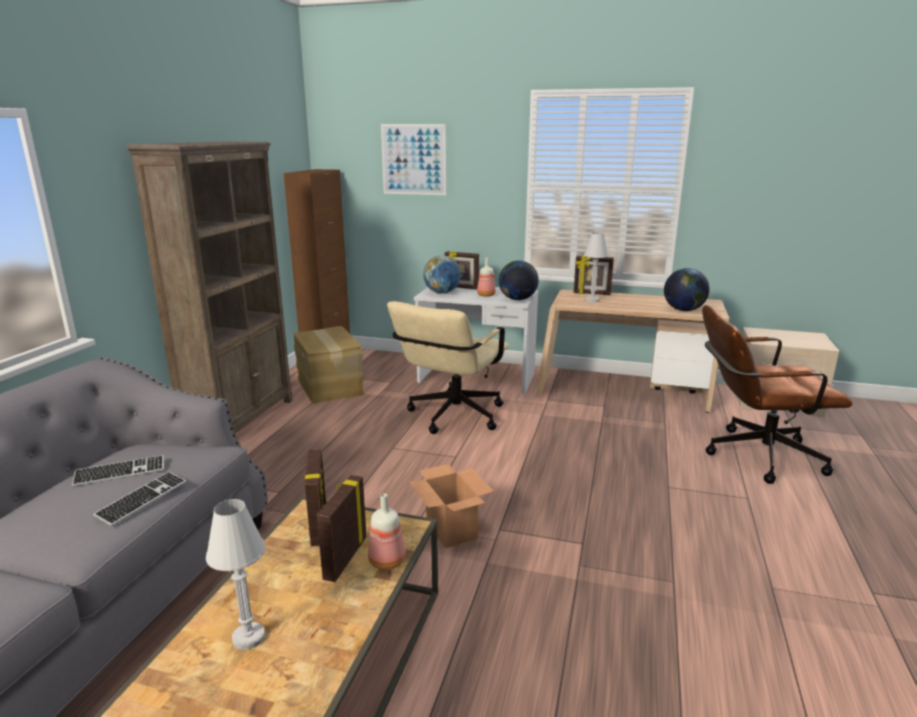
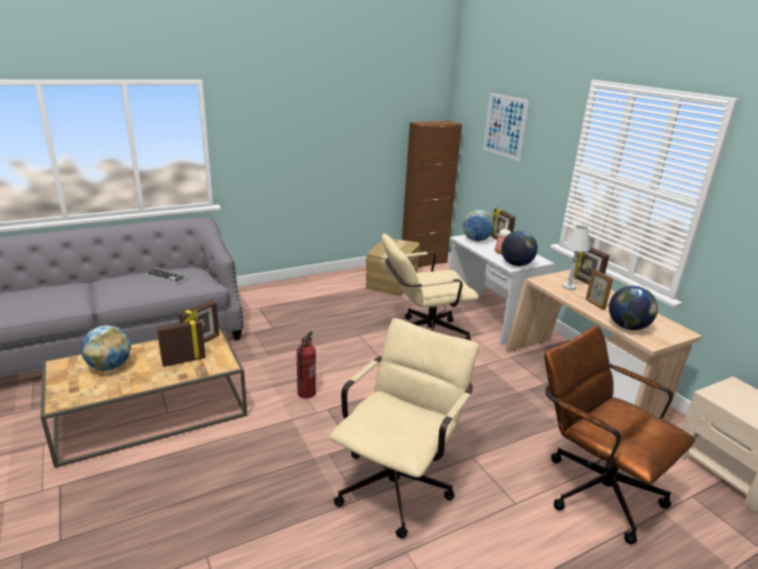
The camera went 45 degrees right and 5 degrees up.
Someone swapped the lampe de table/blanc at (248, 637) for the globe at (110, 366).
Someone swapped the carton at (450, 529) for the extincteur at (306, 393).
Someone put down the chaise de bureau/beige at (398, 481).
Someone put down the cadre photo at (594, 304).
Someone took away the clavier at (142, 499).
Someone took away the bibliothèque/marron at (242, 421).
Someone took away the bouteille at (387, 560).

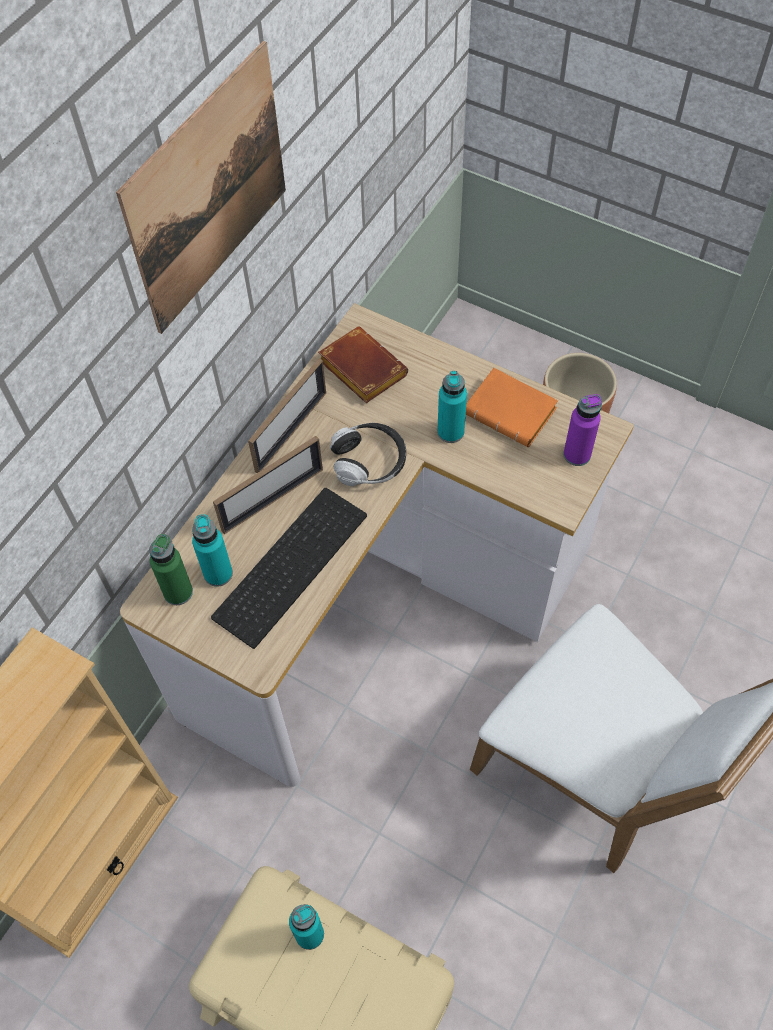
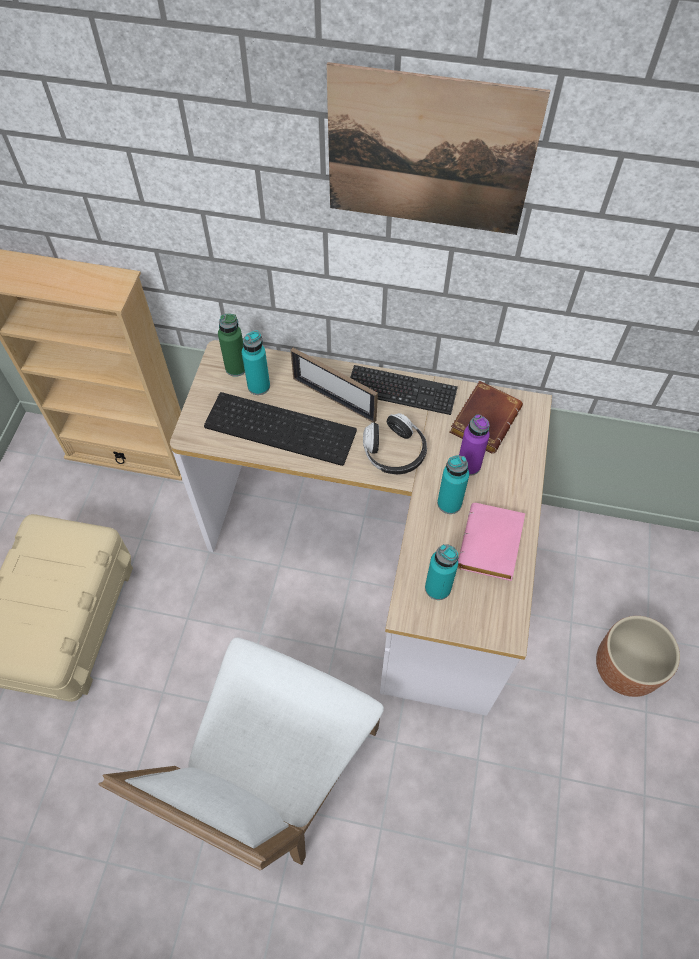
The camera went 70 degrees right and 0 degrees up.
Someone swapped the cadre photo at (291, 431) for the clavier at (401, 391).
Someone carried the bouteille/turquoise from (309, 934) to (437, 588).
Someone repainted the livre/orange at (513, 412), which became the livre/rose at (492, 547).
Someone carried the bouteille/violet from (577, 454) to (468, 465).

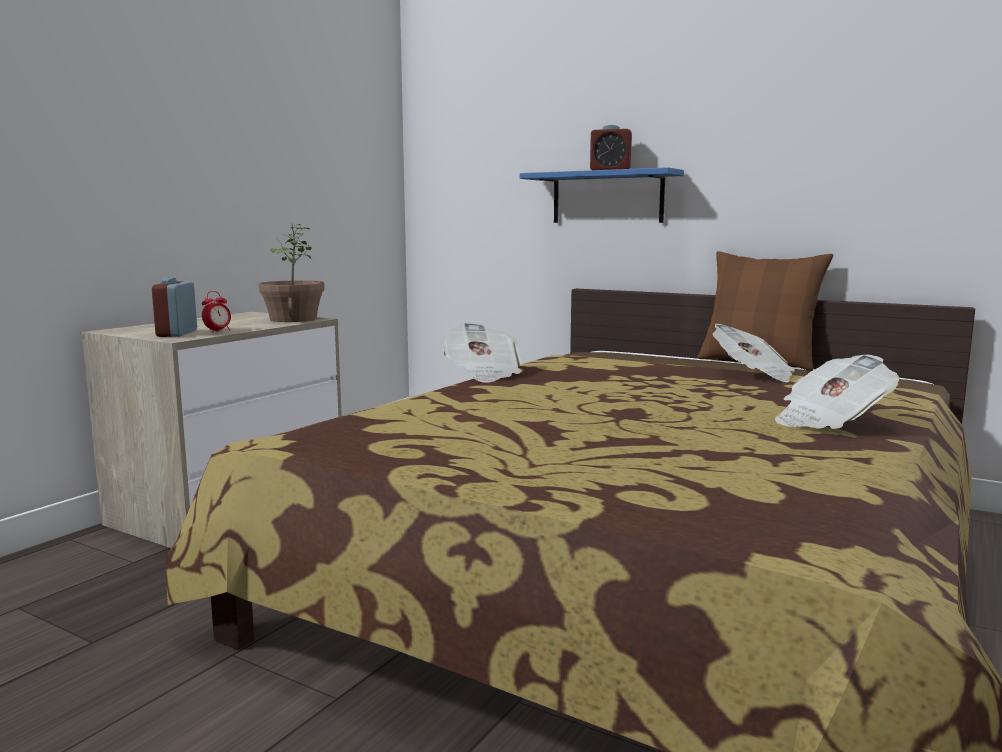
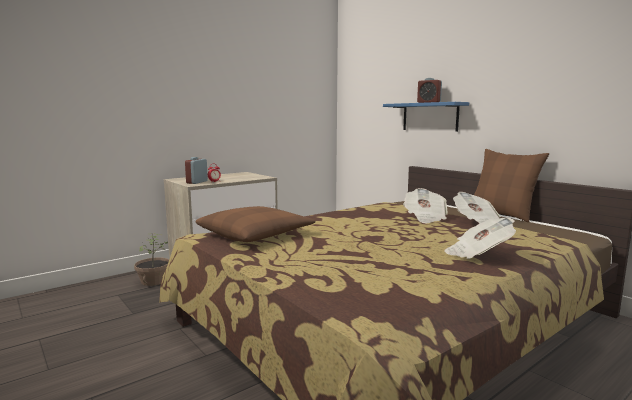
The camera went 20 degrees right and 0 degrees up.
Someone carried the plante en pot from (292, 319) to (153, 281).
Someone put down the coussin/marron at (255, 234).
Someone carried the journal from (482, 374) to (425, 218).

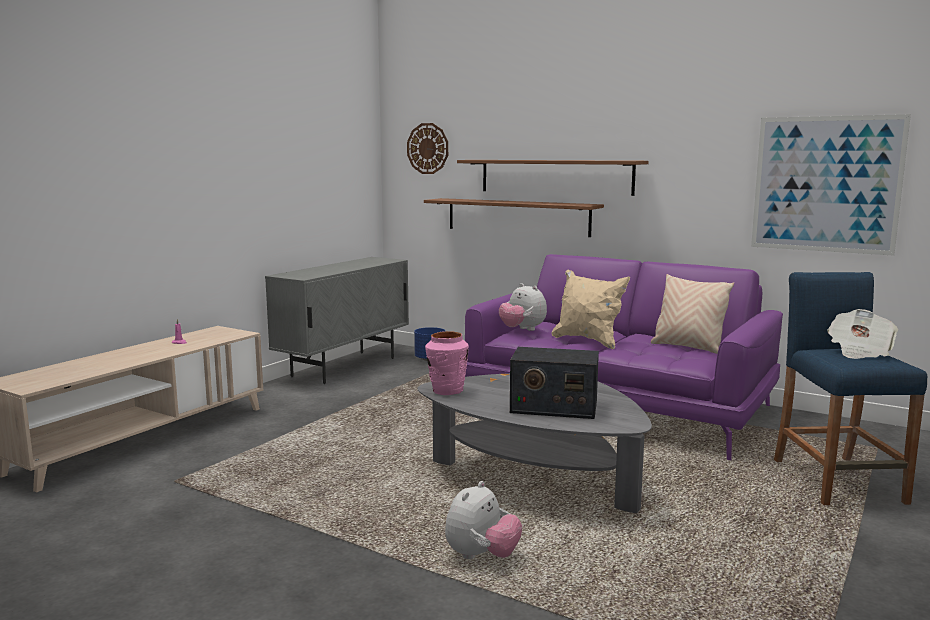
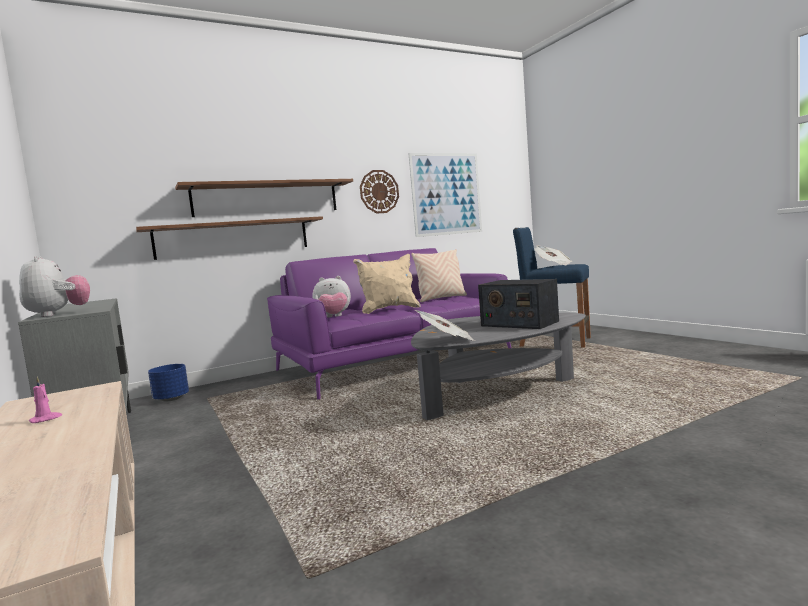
The camera went 60 degrees left and 5 degrees down.
Someone carried the peluche from (482, 556) to (58, 314).
Someone carried the horloge murale from (428, 148) to (379, 191).
Someone swapped the vase/rose at (447, 391) for the journal at (447, 341).
Someone rotated the radio at (553, 407) by 90 degrees clockwise.

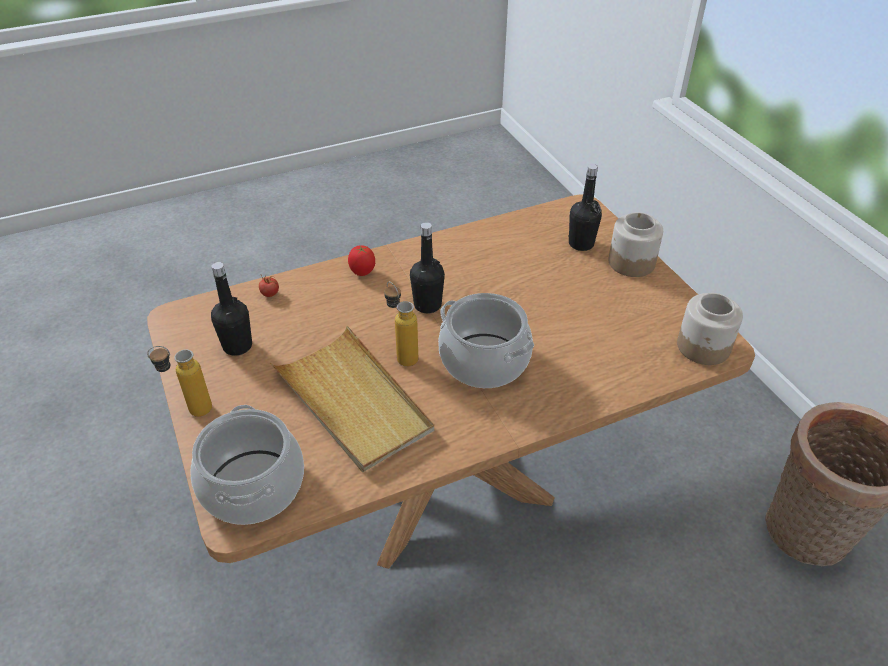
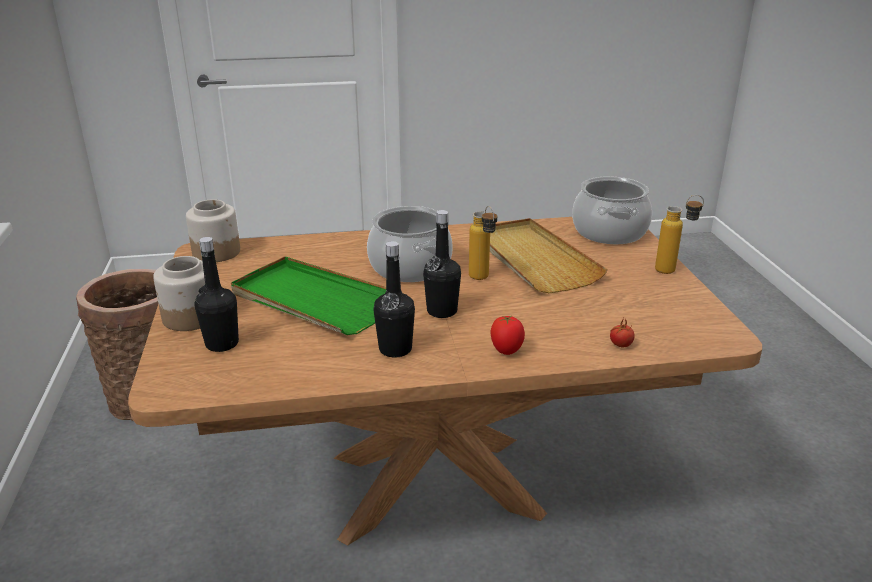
The camera went 165 degrees left and 15 degrees down.
Someone put down the plateau/vert at (313, 300).
Someone carried the bouteille/noir from (237, 346) to (395, 349).

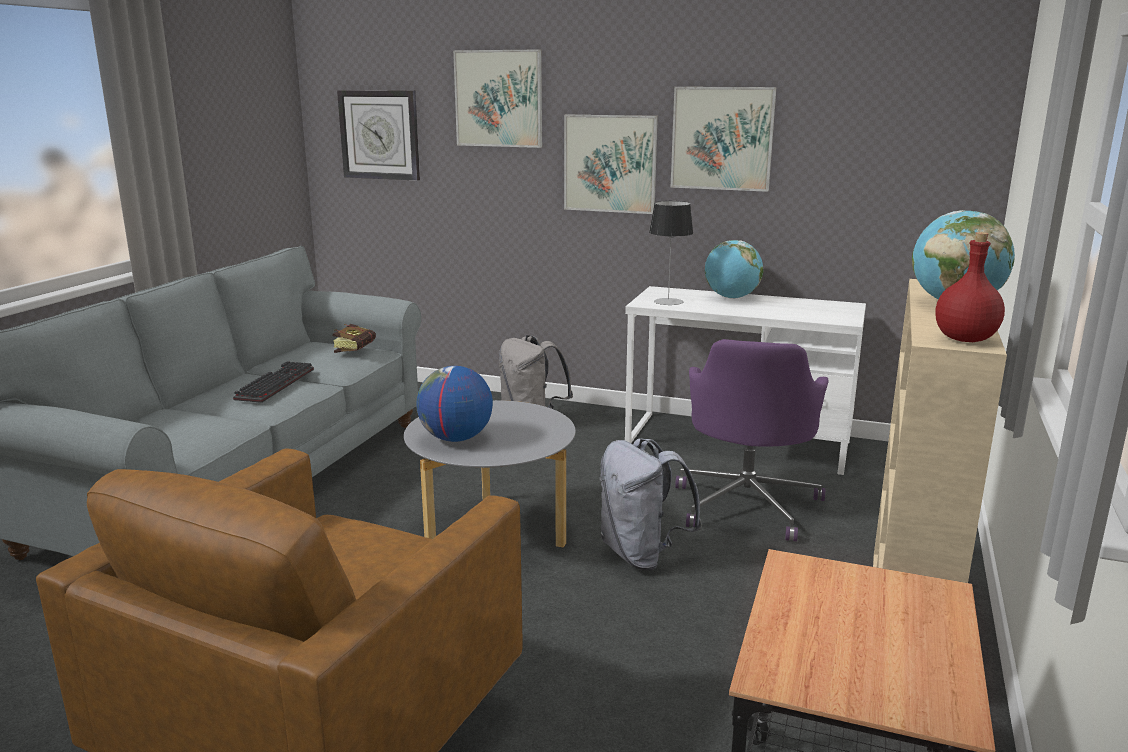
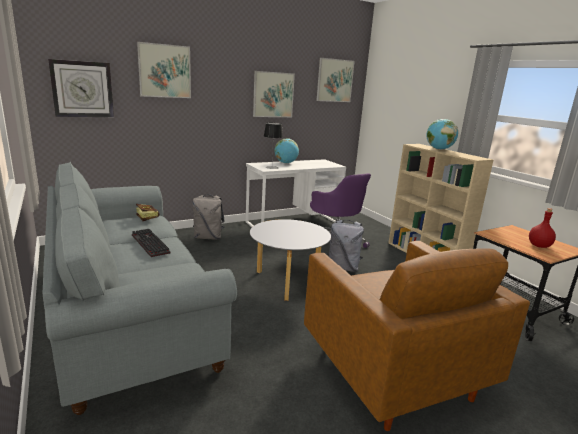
The camera went 50 degrees left and 0 degrees up.
Someone carried the tableau from (610, 163) to (334, 80).
Someone carried the bouteille/rouge from (965, 339) to (539, 246).
Someone took away the globe at (455, 438).

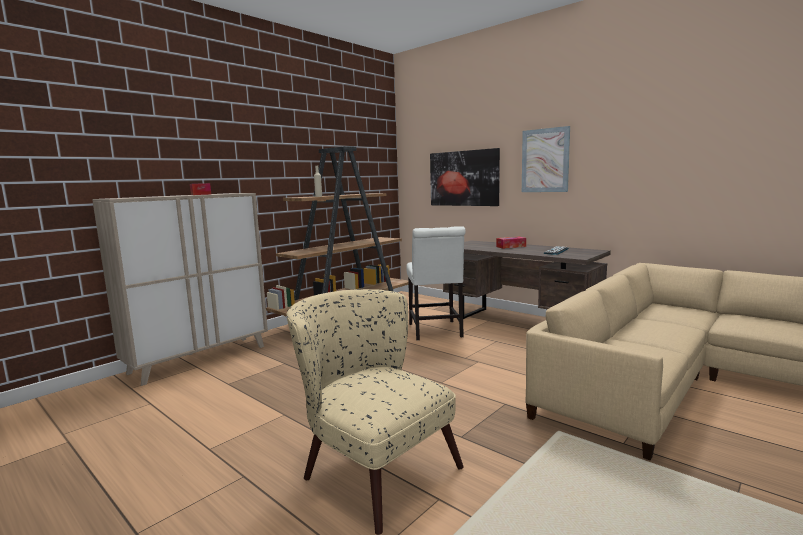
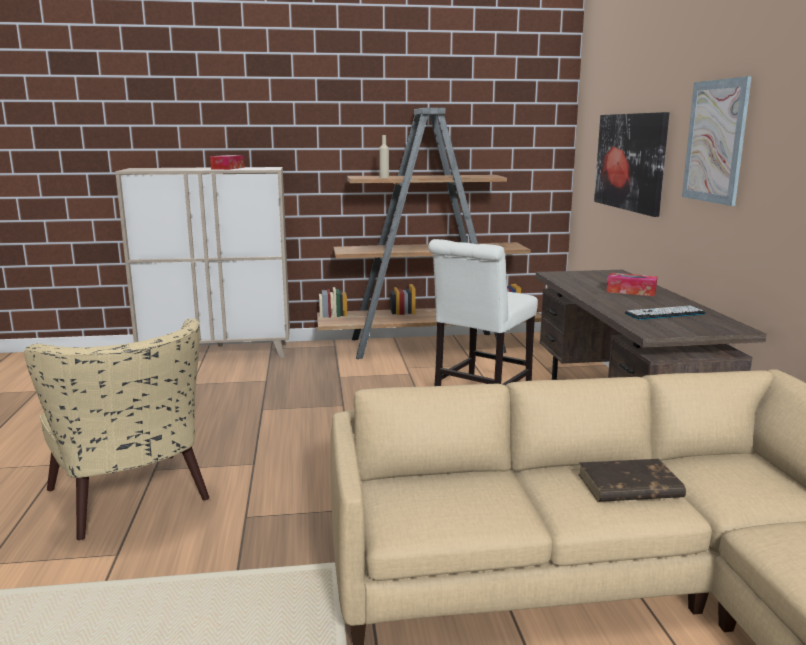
The camera went 40 degrees right and 5 degrees up.
Someone rotated the fauteuil/beige at (371, 467) by 150 degrees clockwise.
Someone put down the livre/marron at (628, 486).

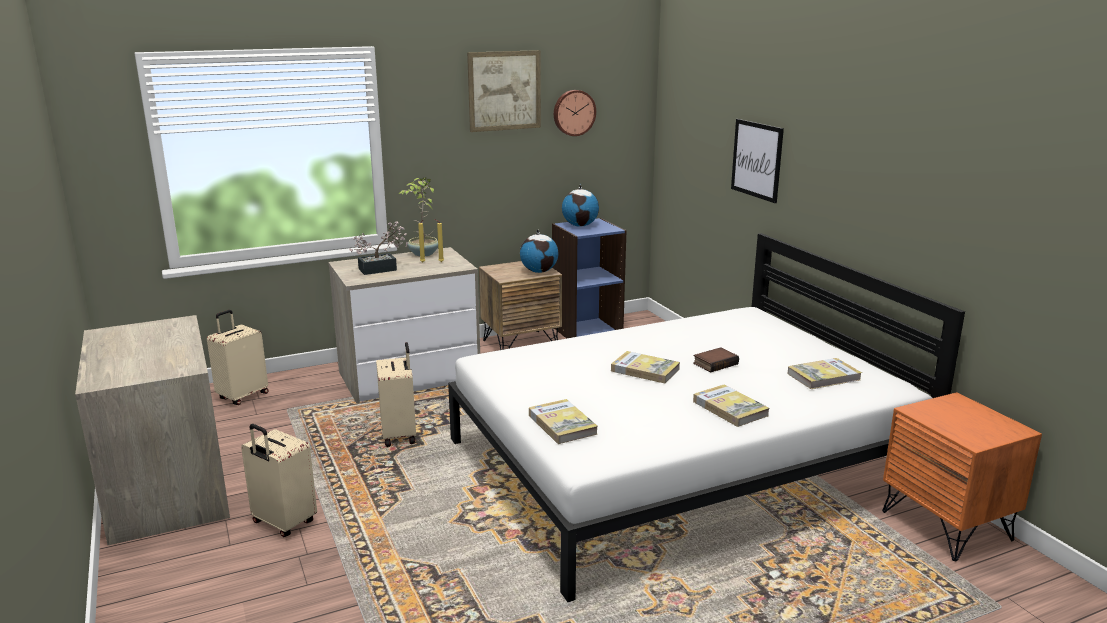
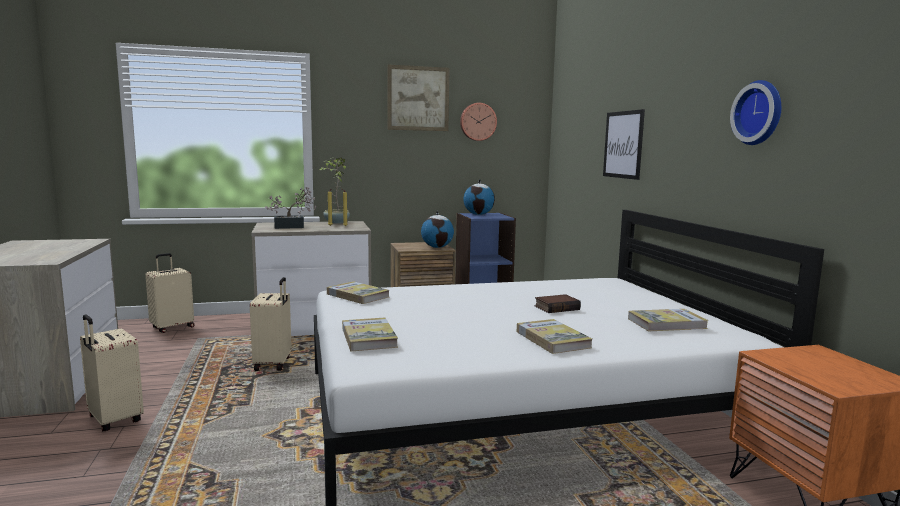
The camera went 10 degrees right and 10 degrees down.
Someone carried the livre from (645, 370) to (357, 295).
Someone put up the horloge murale at (760, 113).

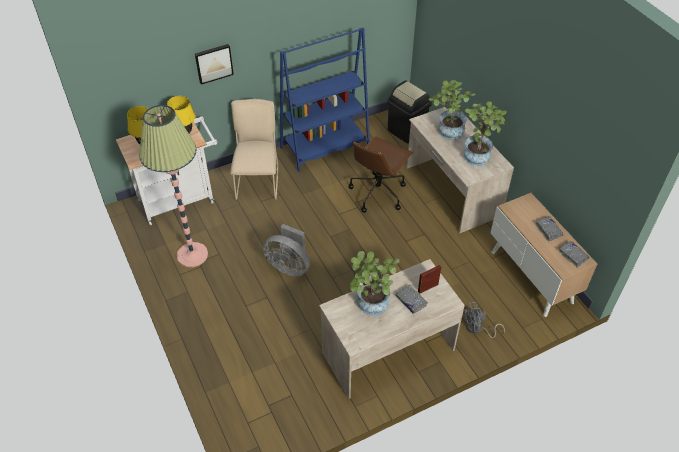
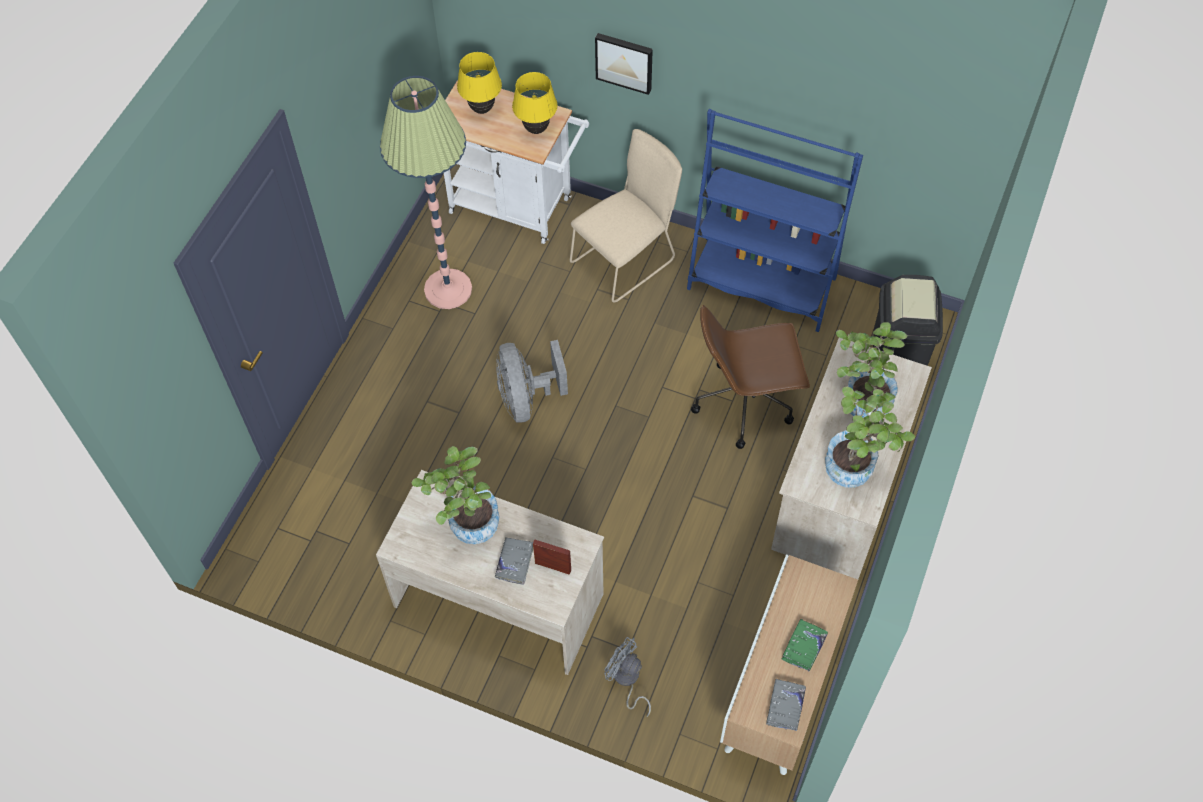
The camera went 50 degrees right and 10 degrees up.
Someone repainted the livre/gris at (548, 230), which became the livre/vert at (804, 647).

